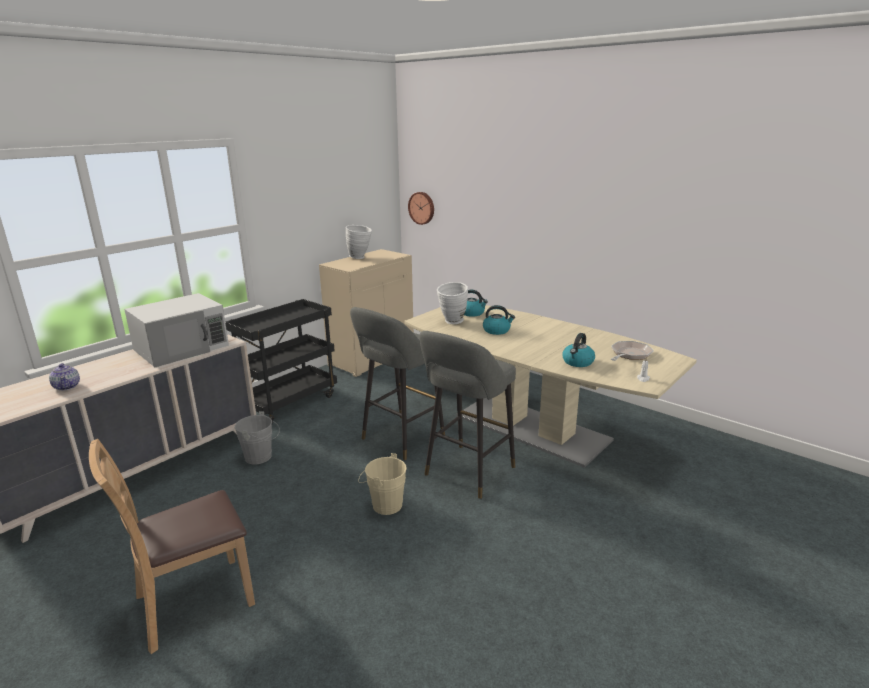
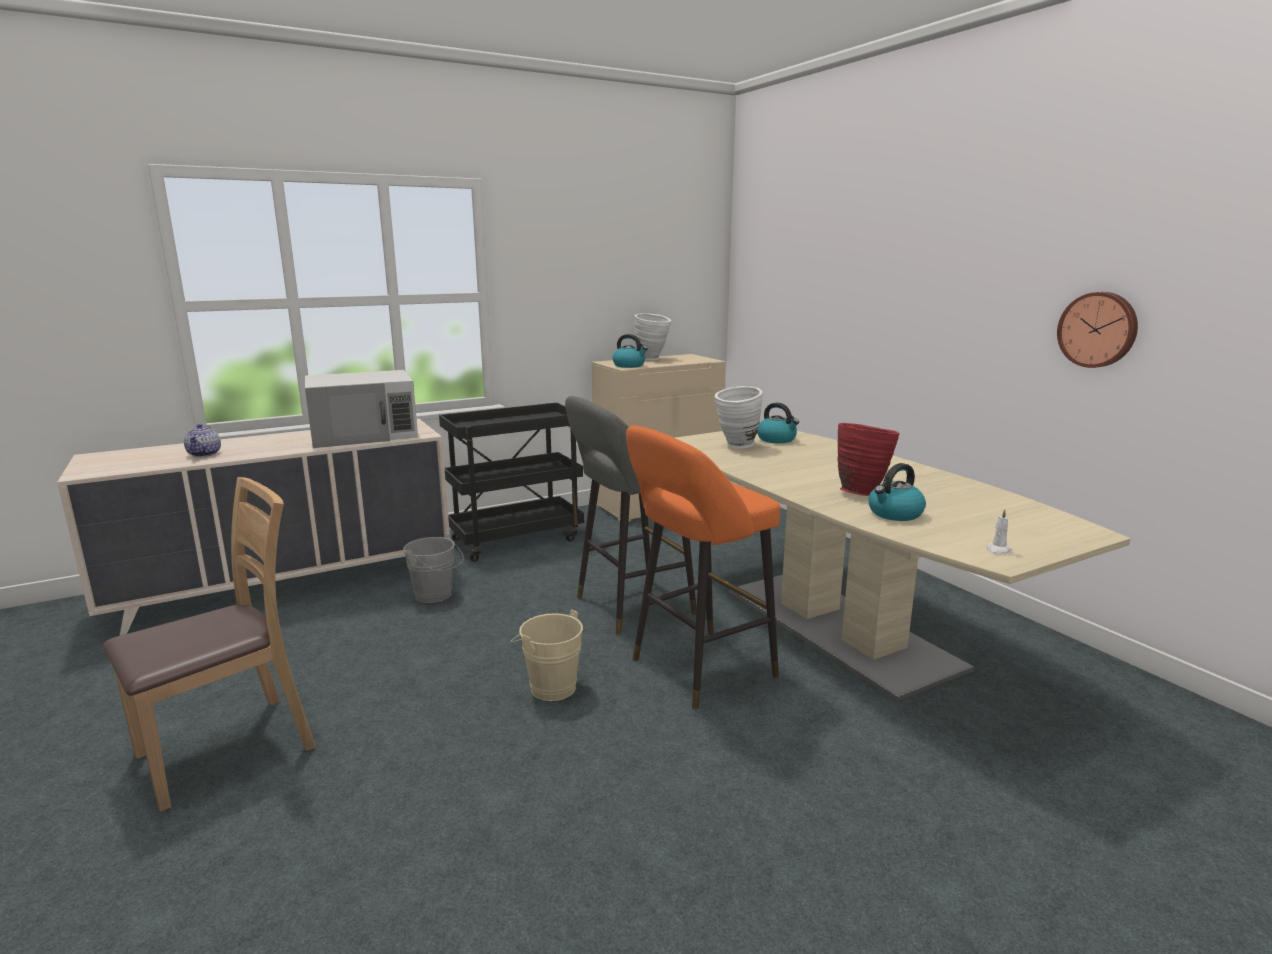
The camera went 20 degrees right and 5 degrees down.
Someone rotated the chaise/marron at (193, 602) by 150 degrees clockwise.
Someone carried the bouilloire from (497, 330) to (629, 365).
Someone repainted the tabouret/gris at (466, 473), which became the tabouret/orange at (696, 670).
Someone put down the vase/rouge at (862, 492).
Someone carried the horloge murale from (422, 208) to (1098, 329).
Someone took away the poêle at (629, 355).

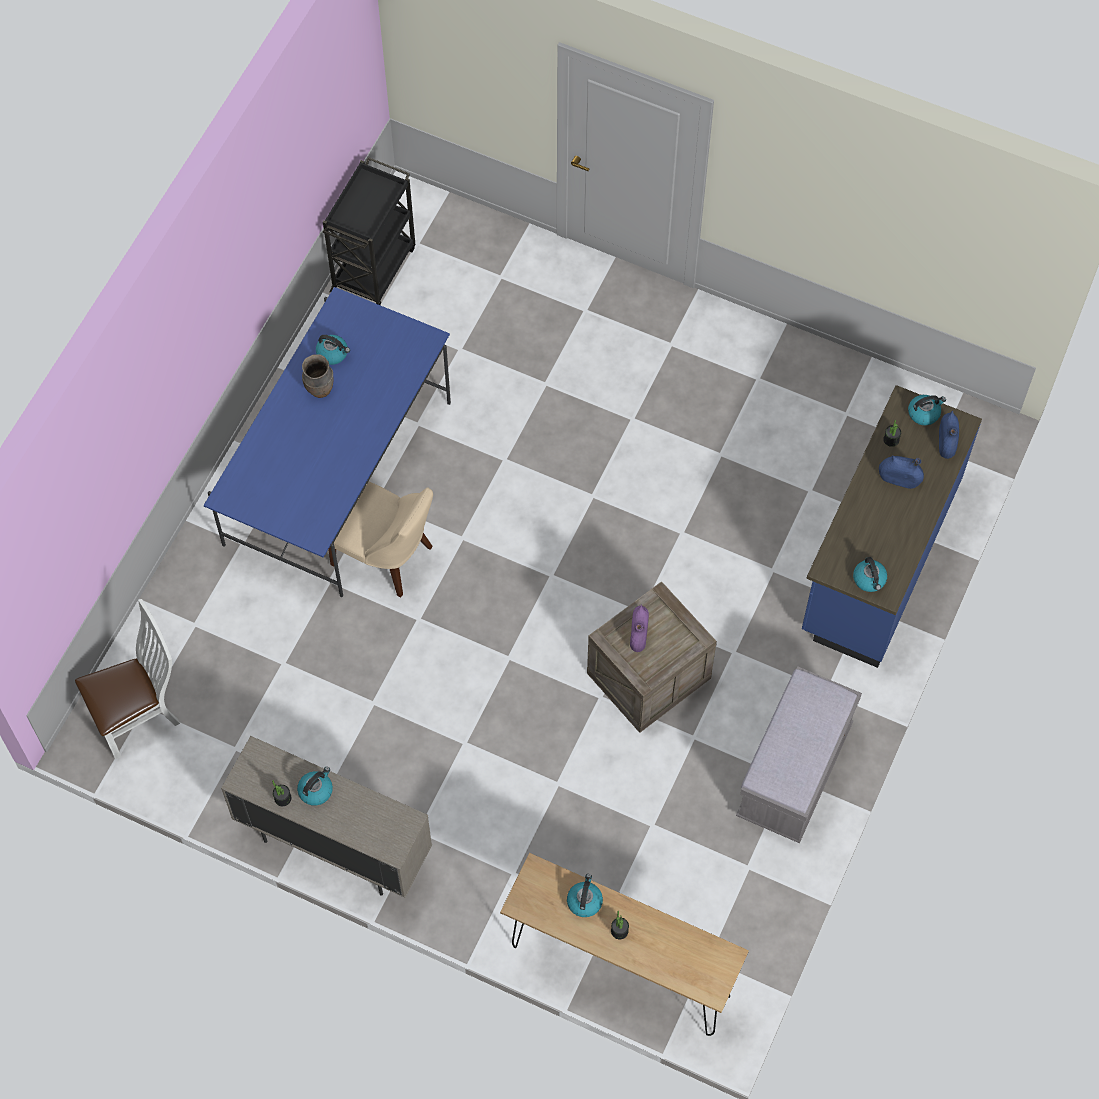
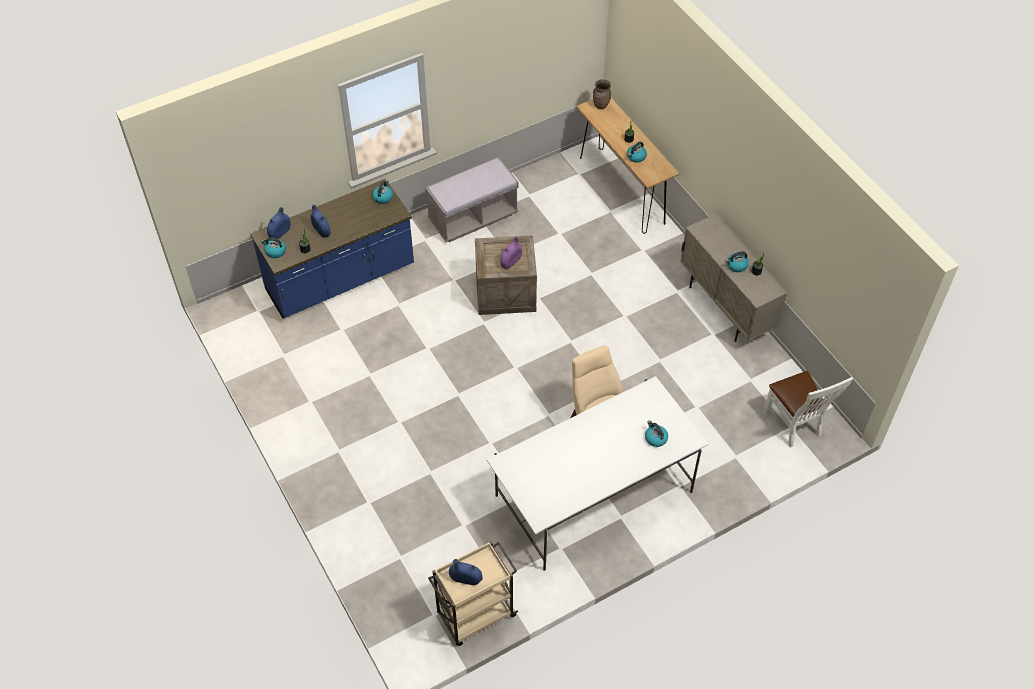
The camera went 145 degrees left and 10 degrees down.
Someone repainted the chariot/noir at (374, 268), which became the chariot/beige at (475, 615).
Someone put down the vase/bleu at (466, 579).
Someone repainted the table à manger/bleu at (338, 473), which became the table à manger/blanc at (594, 493).
Someone carried the vase/marron from (320, 389) to (601, 105).
Someone carried the bouilloire from (333, 353) to (655, 438).
Someone rotated the chaise/blanc at (141, 715) by 120 degrees counterclockwise.

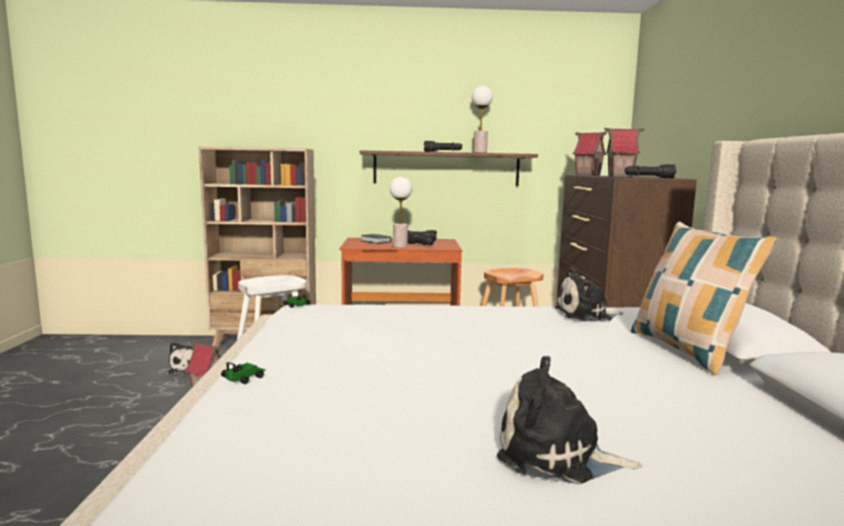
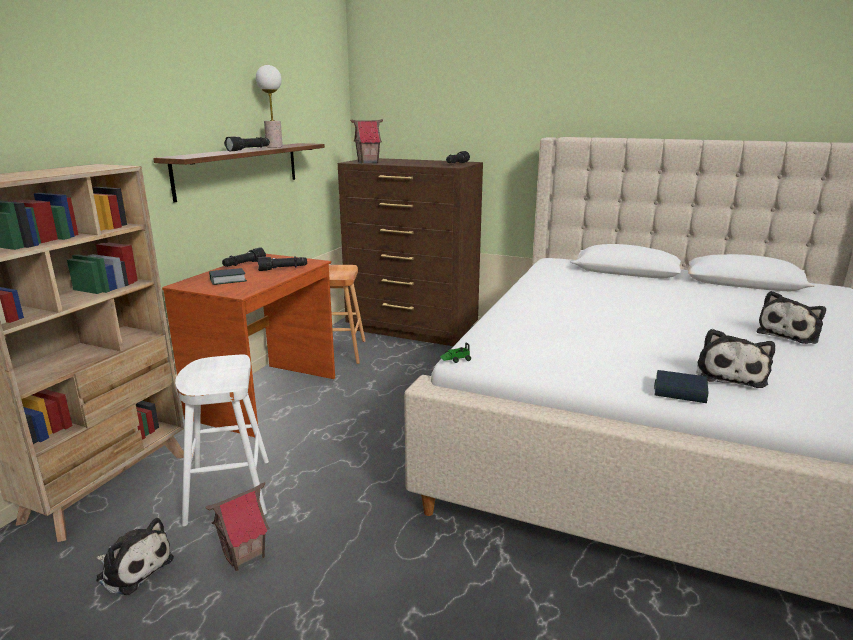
The camera went 65 degrees left and 10 degrees up.
Someone swapped the petite voiture at (246, 375) for the livre at (680, 392).
Someone carried the peluche from (586, 315) to (730, 375).
Someone took away the lampe de table at (400, 246).
Someone took away the maison miniature at (620, 176).
Someone took away the coussin at (687, 351).

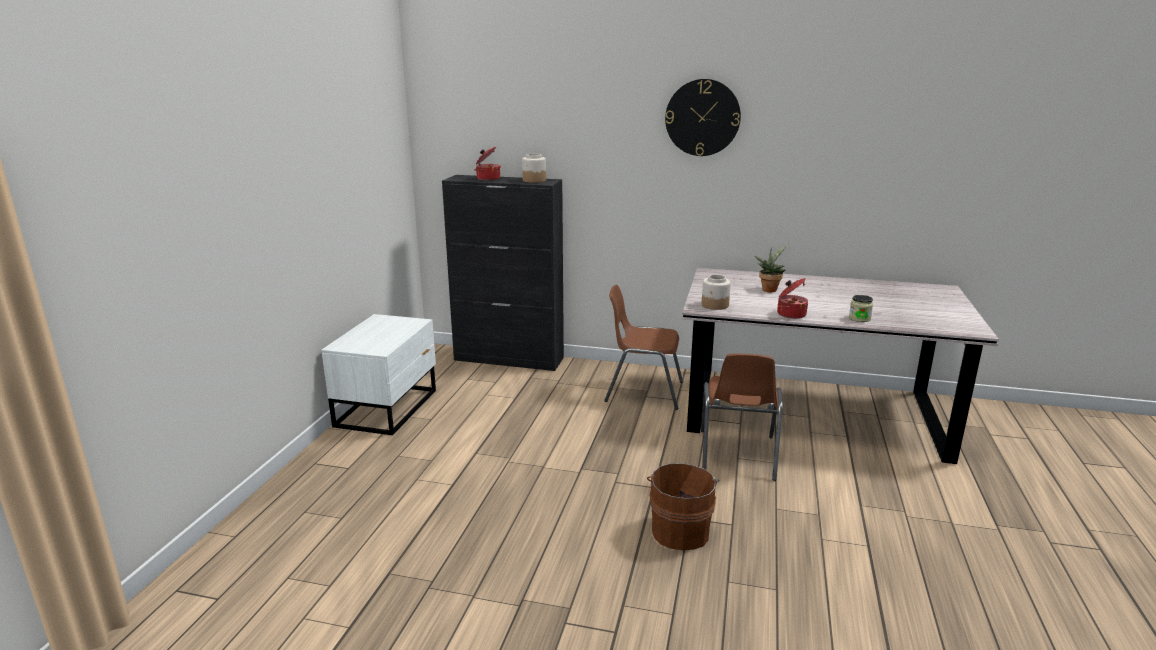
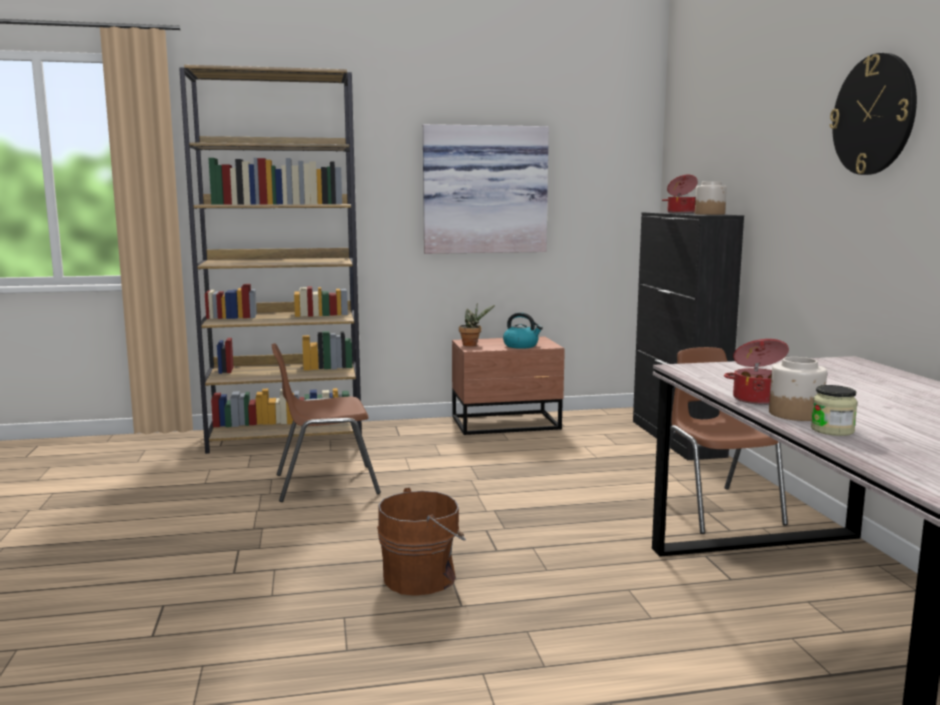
The camera went 65 degrees right and 10 degrees down.
Someone put down the bibliothèque/marron at (287, 437).
Someone carried the chaise/marron from (736, 455) to (324, 484).
Someone put up the tableau at (484, 190).
Someone repainted the table de chevet/blanc at (389, 407), which became the table de chevet/marron at (507, 424).
Someone carried the plante en pot from (769, 289) to (472, 344).
Someone put down the bouilloire at (521, 346).
Someone carried the bocal from (715, 305) to (795, 414).

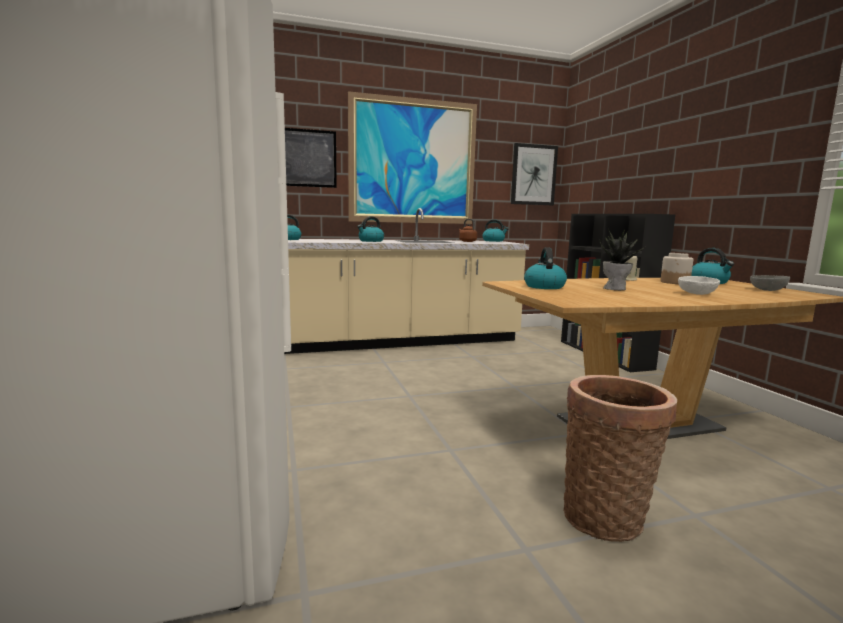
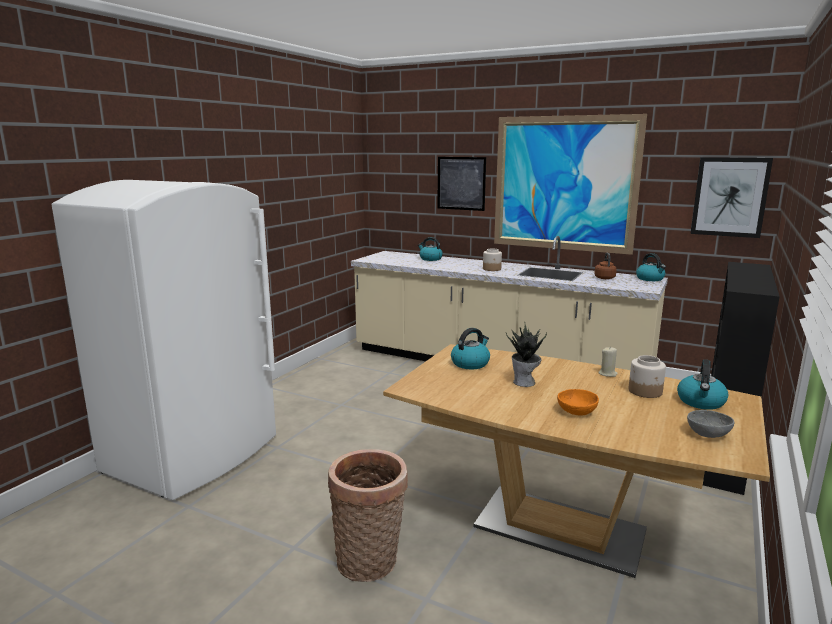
The camera went 45 degrees right and 5 degrees up.
Someone swapped the bouilloire at (371, 241) for the bocal at (492, 269).
Someone repainted the bol/blanc at (697, 294), which became the bol/orange at (576, 412).

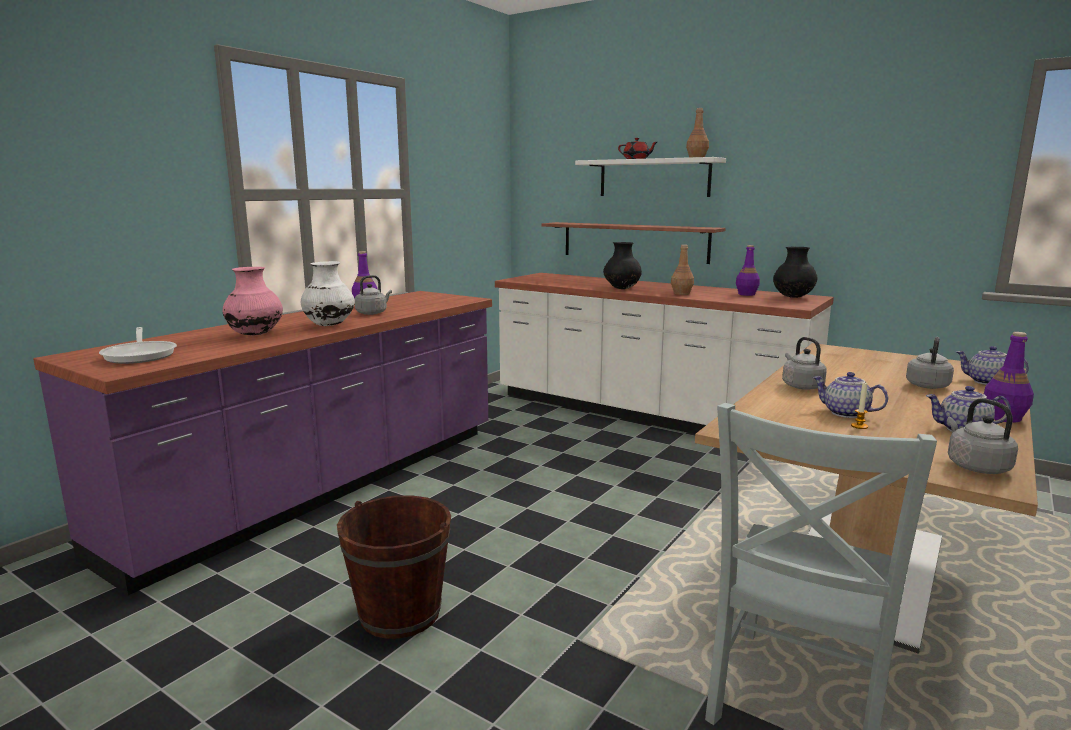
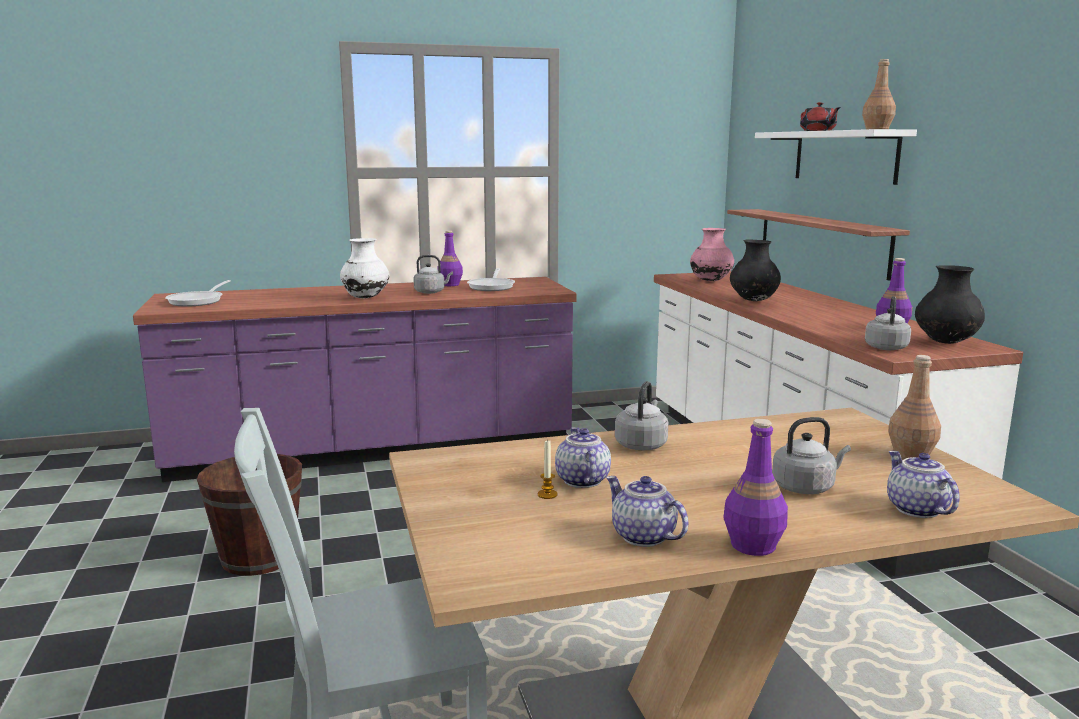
The camera went 40 degrees right and 0 degrees up.
Someone put down the poêle at (492, 287).
Someone carried the vase/rose from (255, 335) to (711, 281).
Someone carried the bouilloire/gris from (975, 466) to (886, 347).
Someone carried the bouteille/marron from (681, 293) to (910, 454).

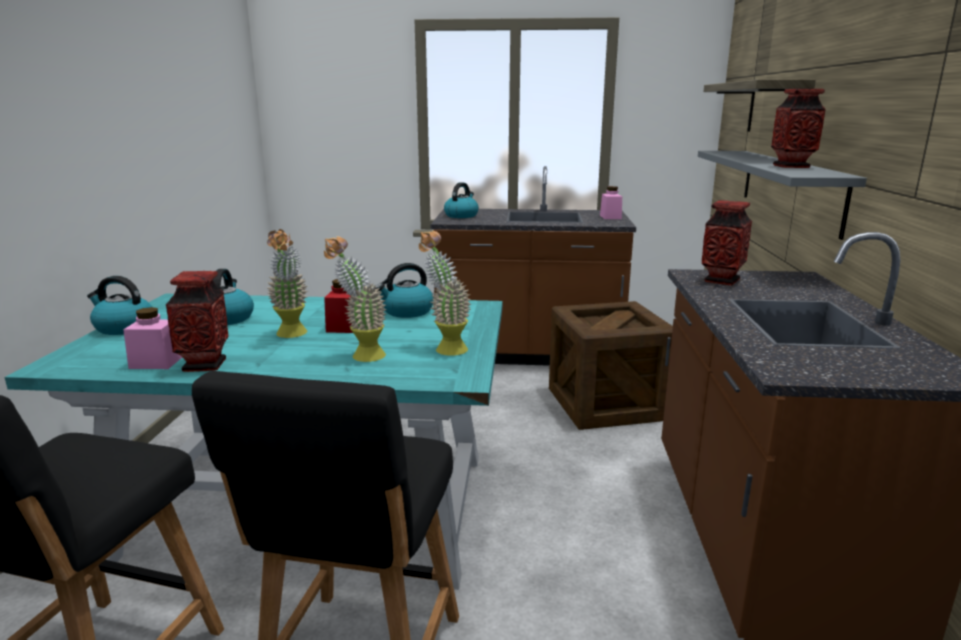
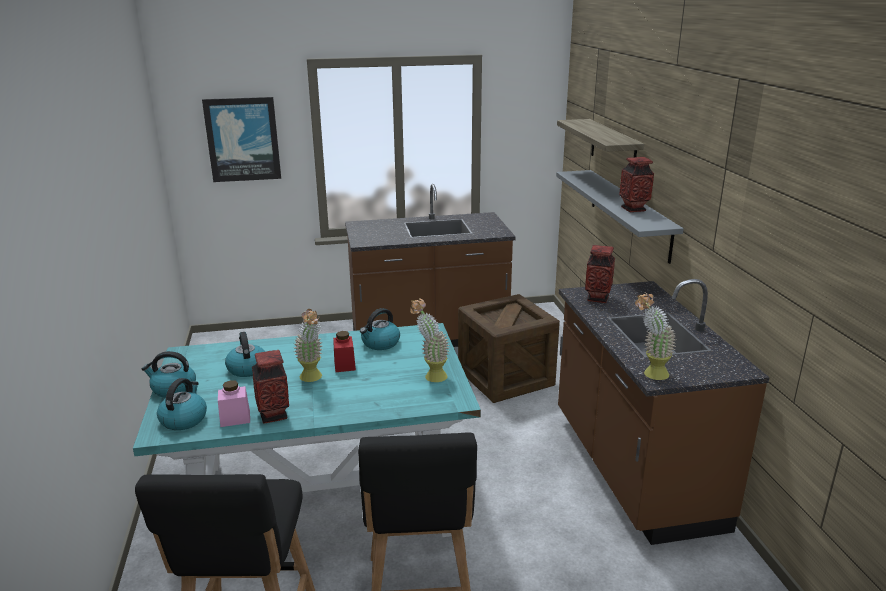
The camera went 15 degrees left and 5 degrees up.
Someone carried the bouilloire from (461, 215) to (184, 419).
Someone put up the tableau at (243, 139).
Someone carried the plante en pot from (360, 355) to (649, 374).
Someone took away the bocal/rose at (610, 217).

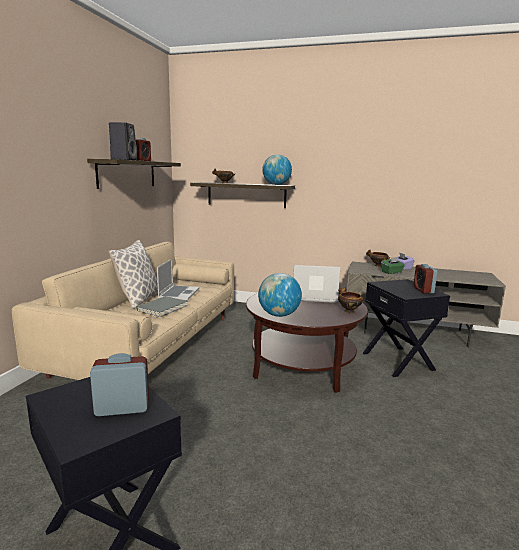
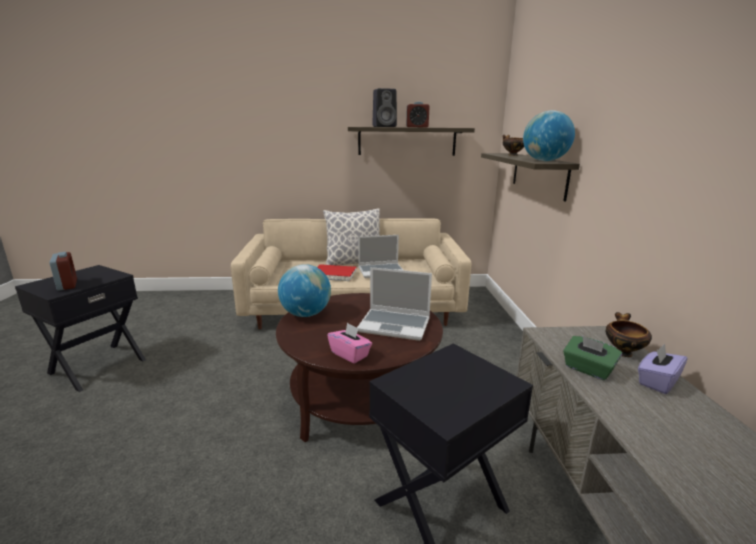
The camera went 70 degrees right and 5 degrees up.
Someone repainted the livre/gris at (162, 308), which became the livre/rouge at (334, 275).
Someone swapped the bol at (348, 311) for the boîte à mouchoirs/rose at (350, 354).
Someone rotated the ordinateur portable at (313, 297) by 120 degrees clockwise.
Someone took away the réveil at (423, 290).

